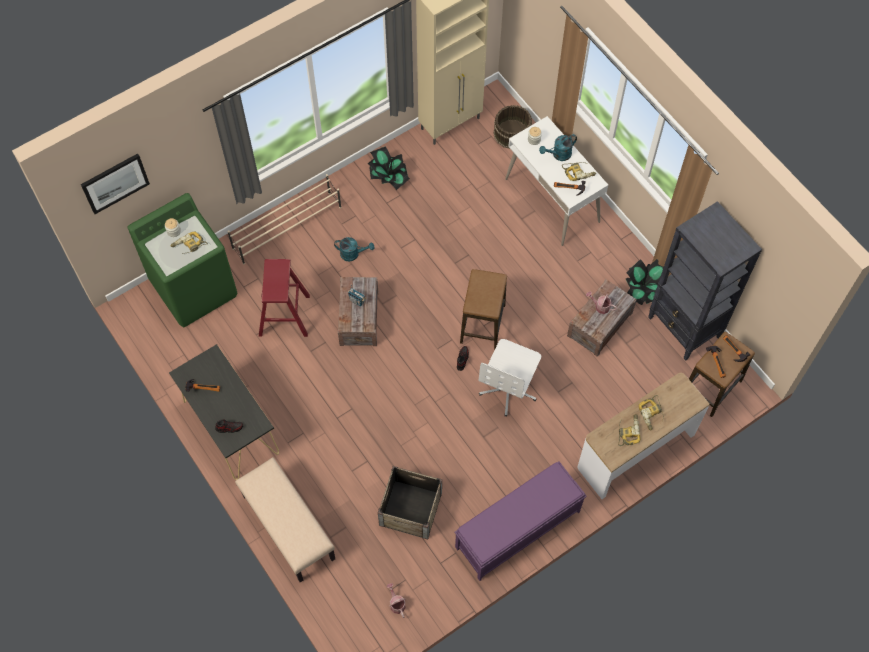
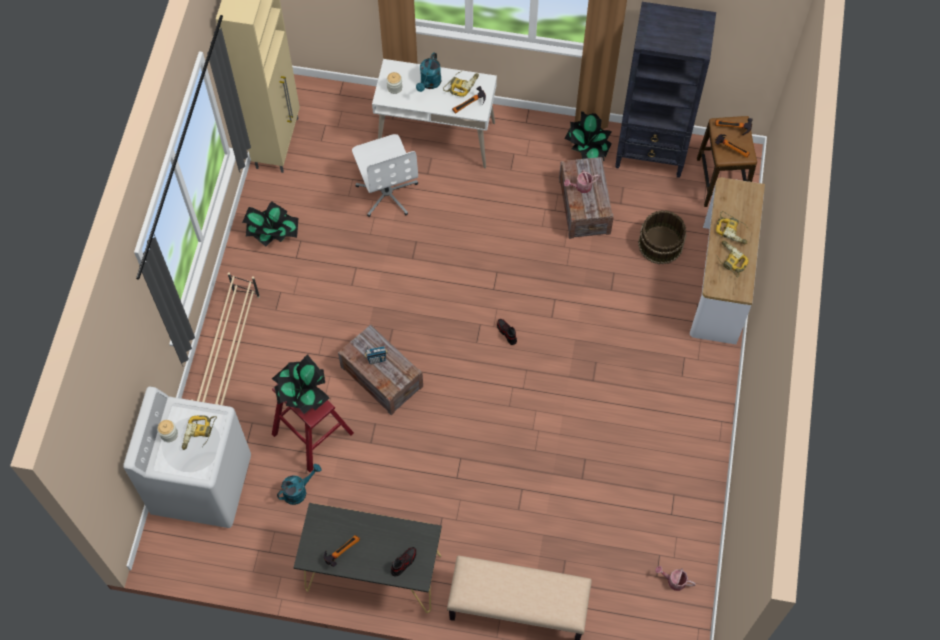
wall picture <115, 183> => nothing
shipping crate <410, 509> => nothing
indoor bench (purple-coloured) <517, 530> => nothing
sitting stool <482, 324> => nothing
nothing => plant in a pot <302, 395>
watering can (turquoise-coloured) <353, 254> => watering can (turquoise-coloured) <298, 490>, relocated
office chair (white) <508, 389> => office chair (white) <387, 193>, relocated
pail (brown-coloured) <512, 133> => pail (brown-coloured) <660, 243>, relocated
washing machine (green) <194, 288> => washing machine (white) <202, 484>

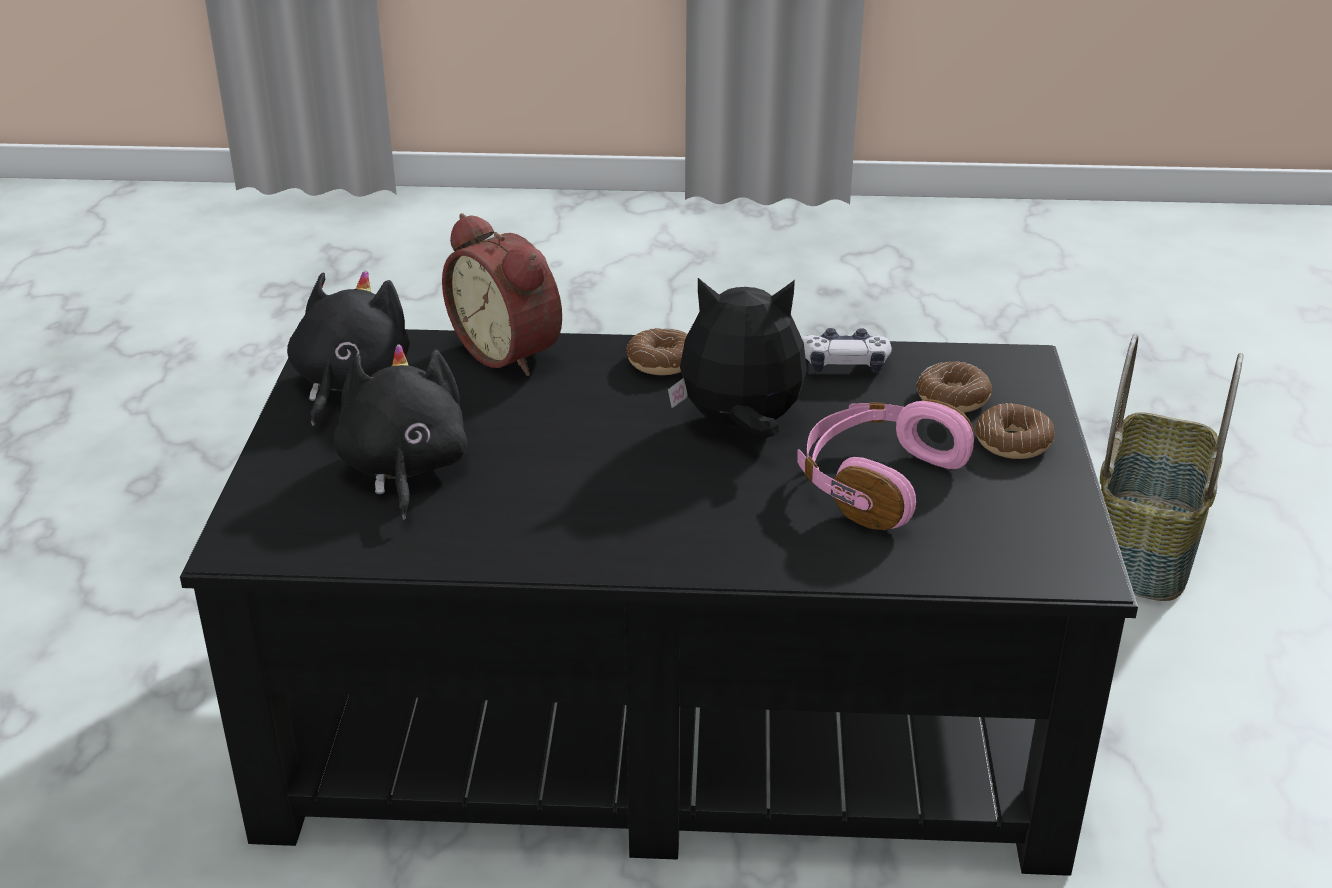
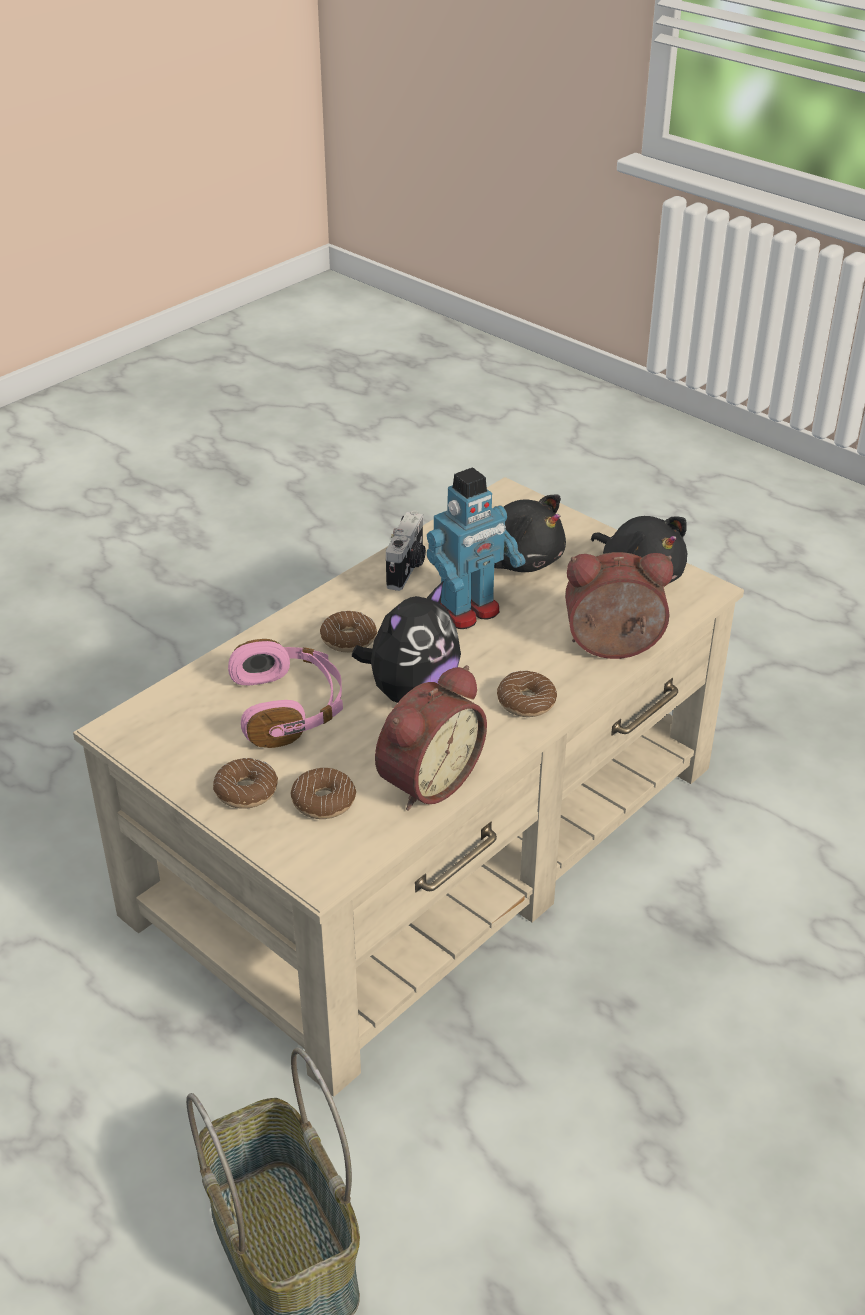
nothing => ring doughnut <348, 639>
nothing => still camera <407, 569>
nothing => toy robot <469, 611>
gamepad <843, 364> => table clock <426, 780>
low table (blackish) <662, 704> => low table (beige-coloured) <433, 838>

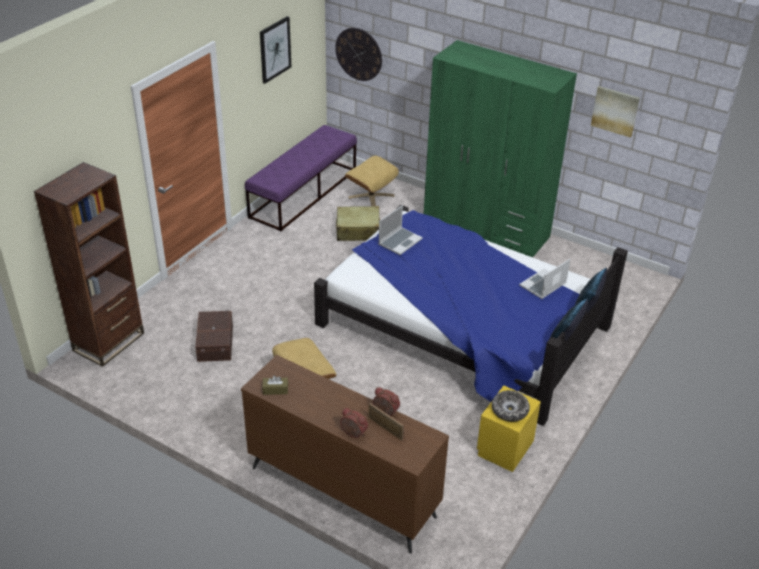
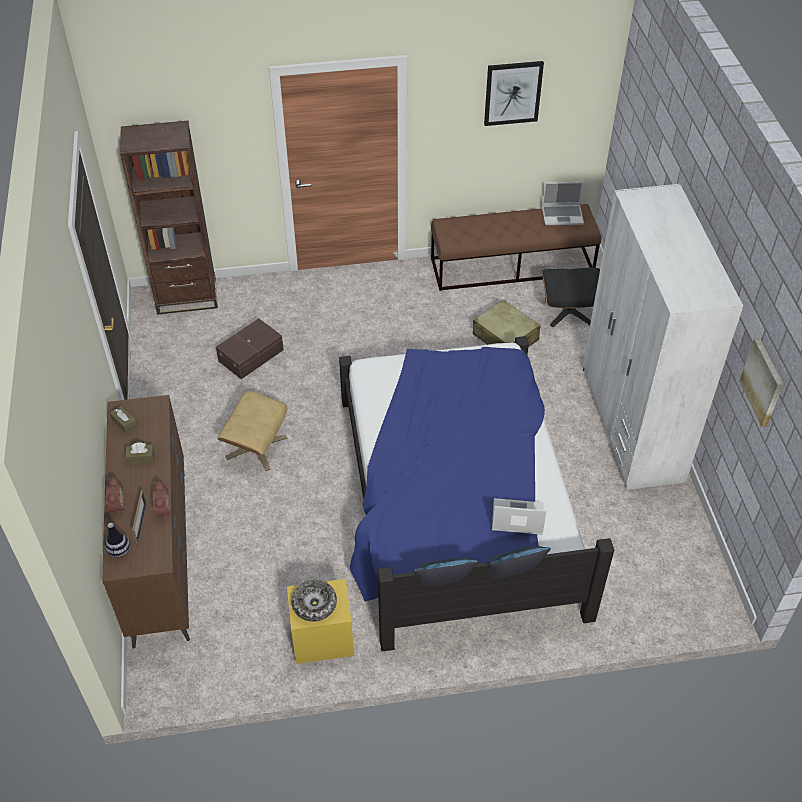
wall clock <359, 54> => nothing
nothing => flower vase <119, 551>
nothing => tissue holder (brown-coloured) <141, 457>
notebook computer <400, 241> => notebook computer <562, 215>, relocated
indoor bench (purple-coloured) <304, 193> => indoor bench (brown-coloured) <512, 266>
pouffe (beige-coloured) <371, 196> => pouffe (blackish) <569, 311>
wardrobe (green) <486, 228> => wardrobe (white) <631, 424>

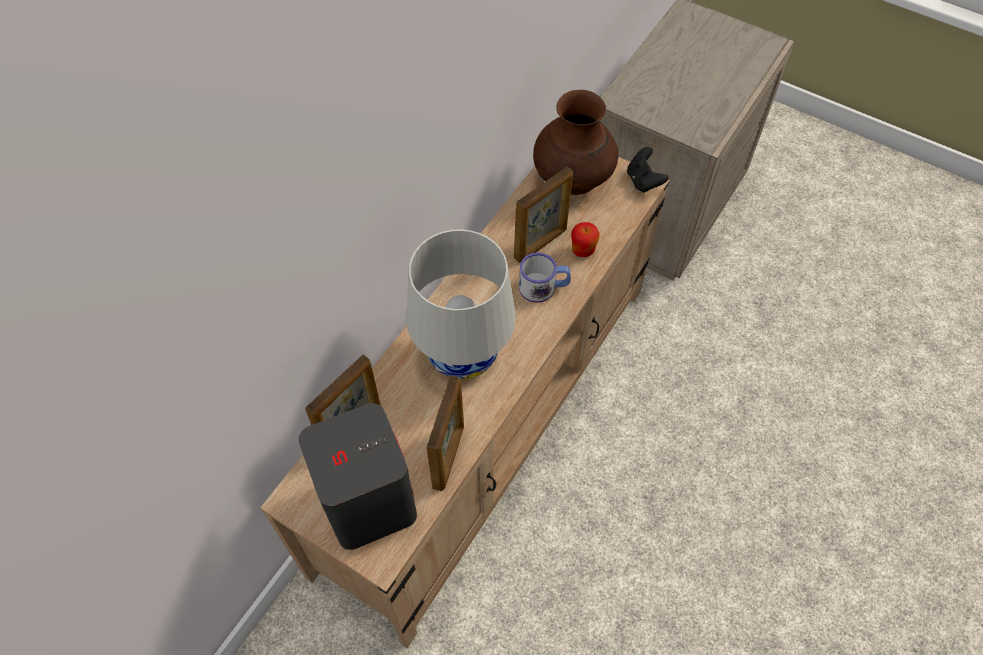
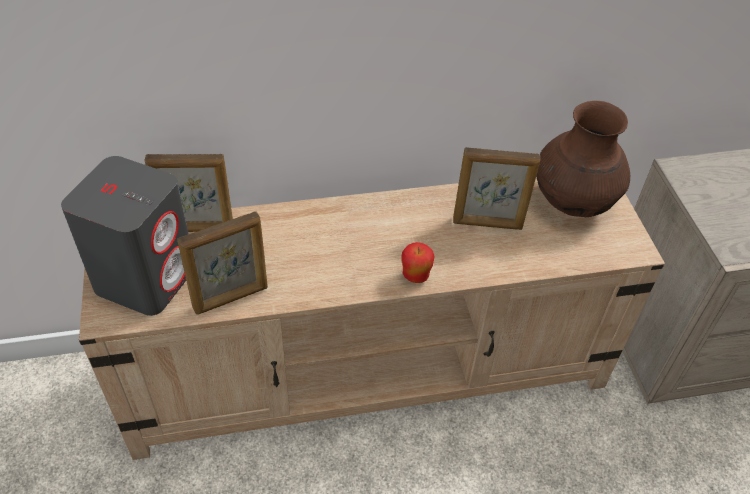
table lamp (white) <463, 355> => nothing
tea mug <544, 287> => nothing
gamepad (blackish) <643, 181> => nothing
whole apple <582, 251> => whole apple <415, 276>, relocated

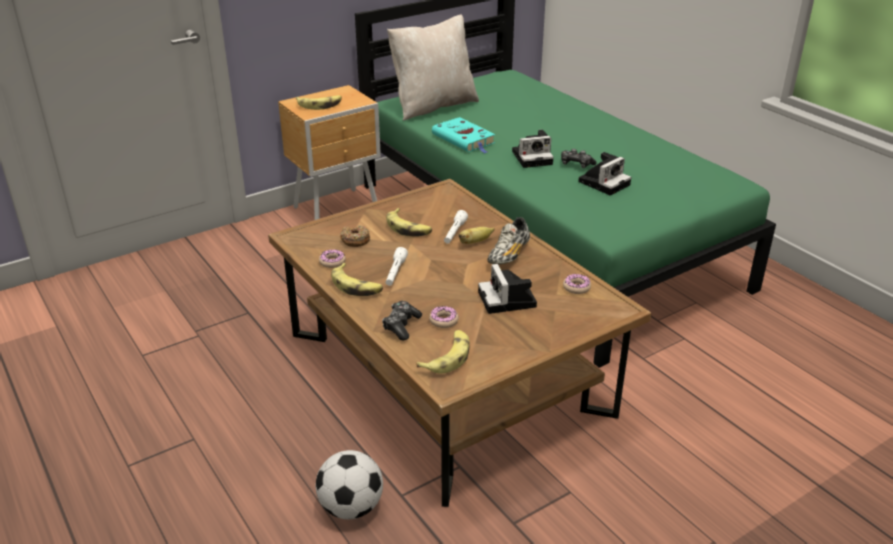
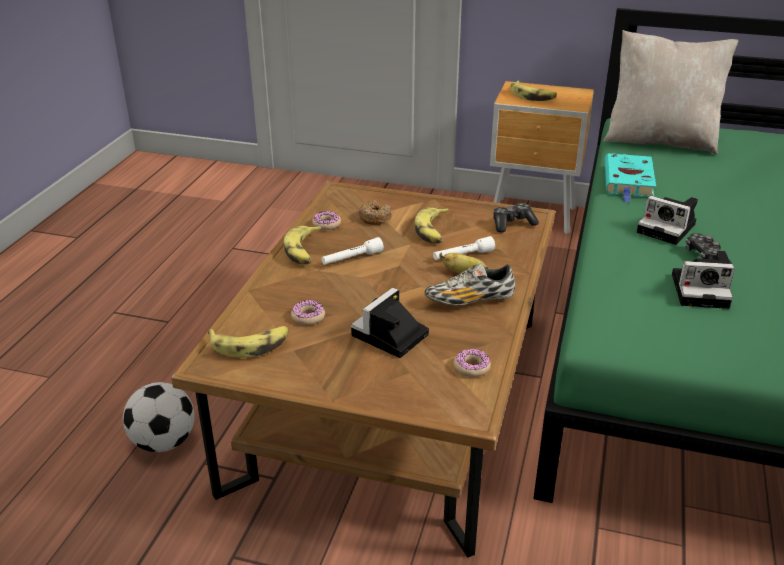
gamepad <401, 326> => gamepad <512, 223>, relocated

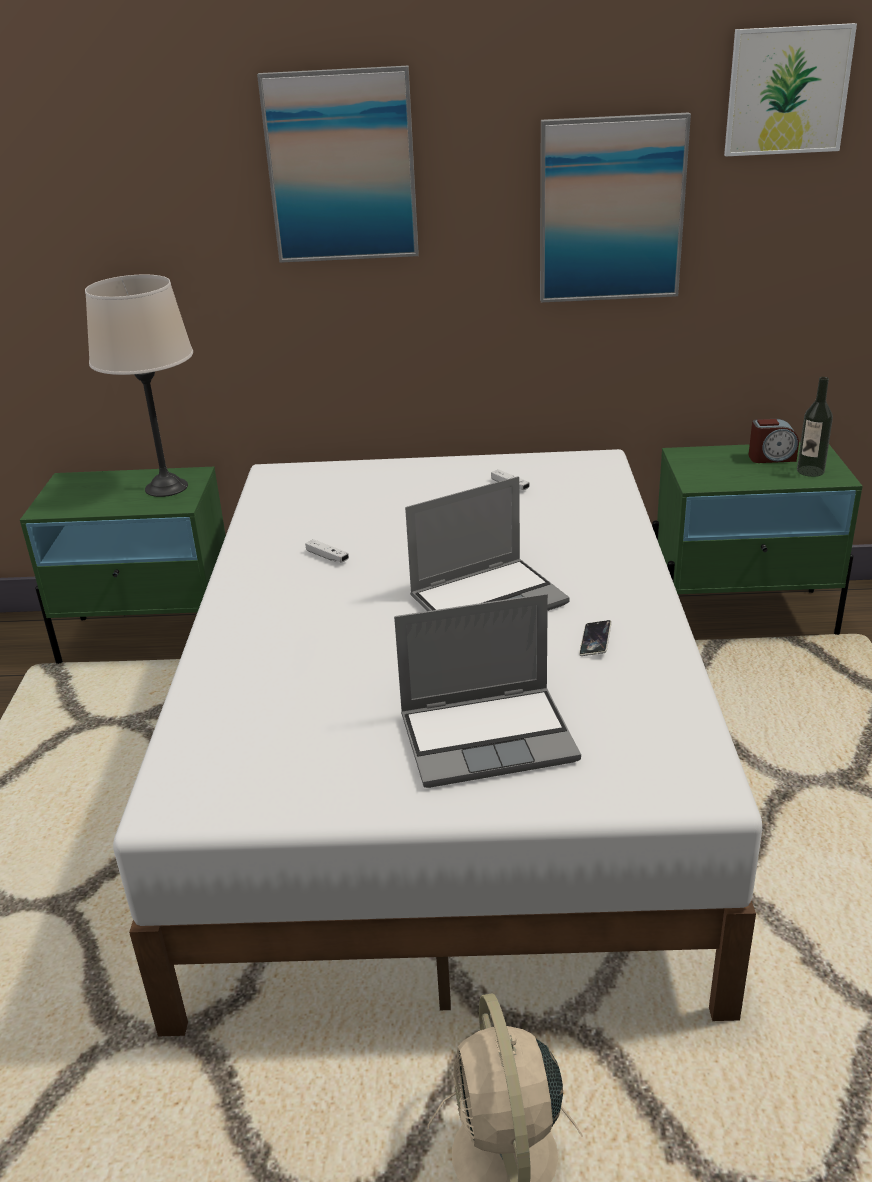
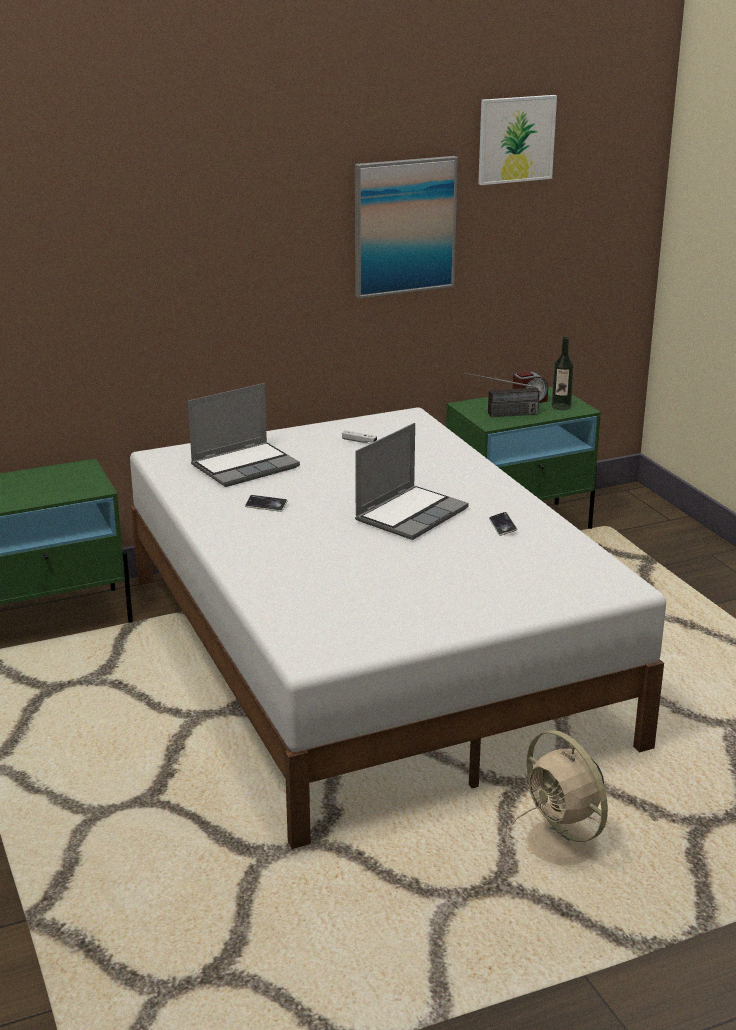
table lamp (beige-coloured) <166, 488> => nothing
wall picture <341, 166> => nothing
nothing => radio receiver <500, 415>
notebook computer <489, 737> => notebook computer <245, 466>, relocated
gamepad (white) <327, 557> => handset <266, 506>

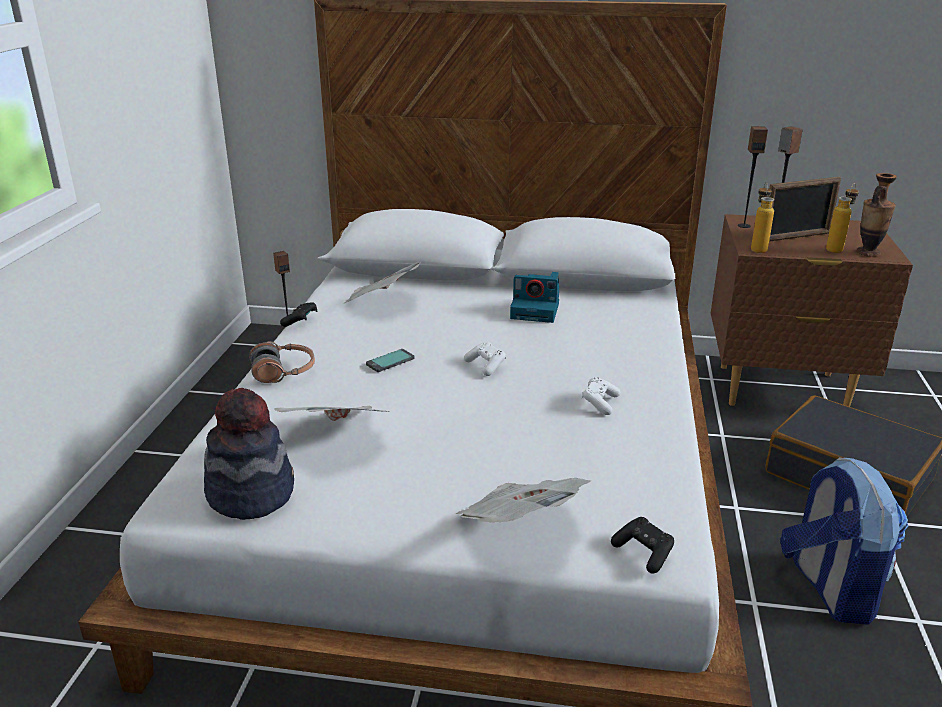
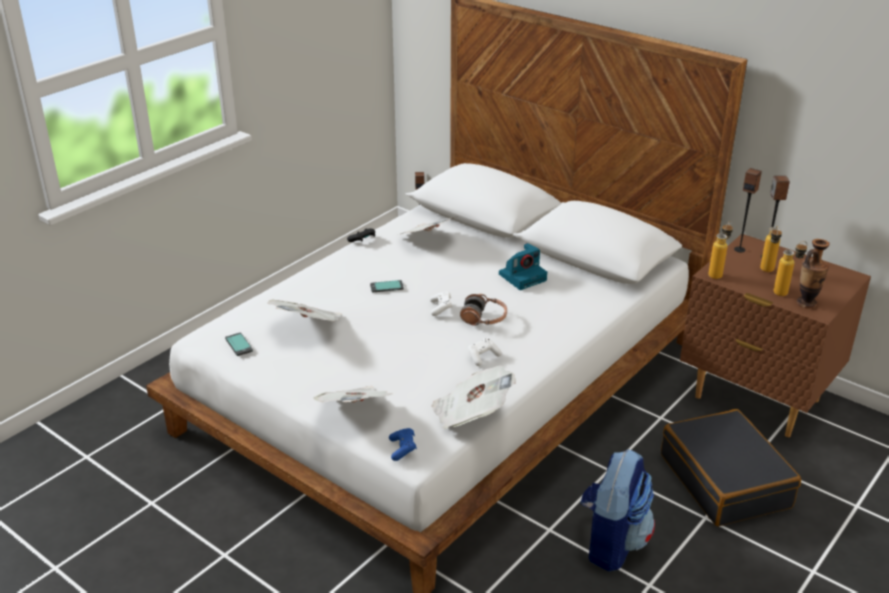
nothing => printed paper <471, 414>
pair of headphones <283, 372> => pair of headphones <484, 318>, relocated
wearable hat <251, 493> => handset <239, 345>
standing frame <796, 237> => beverage bottle <767, 272>
gamepad (blackish) <644, 552> => gamepad (bluish) <403, 449>
still camera <536, 311> => still camera <523, 277>, 75 degrees counterclockwise

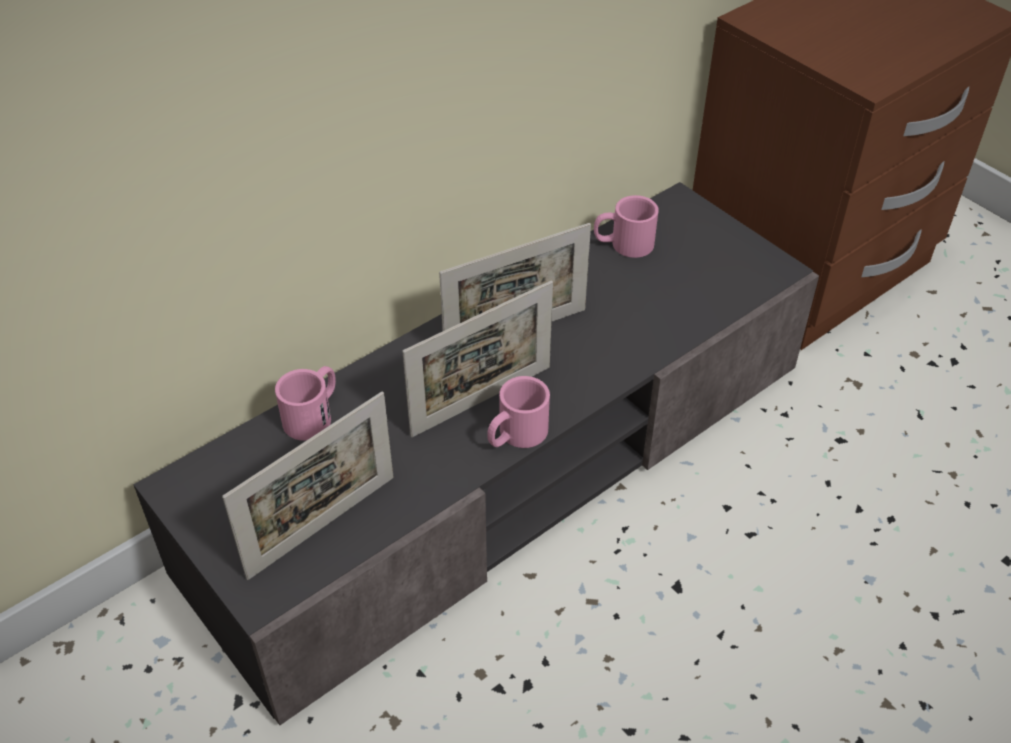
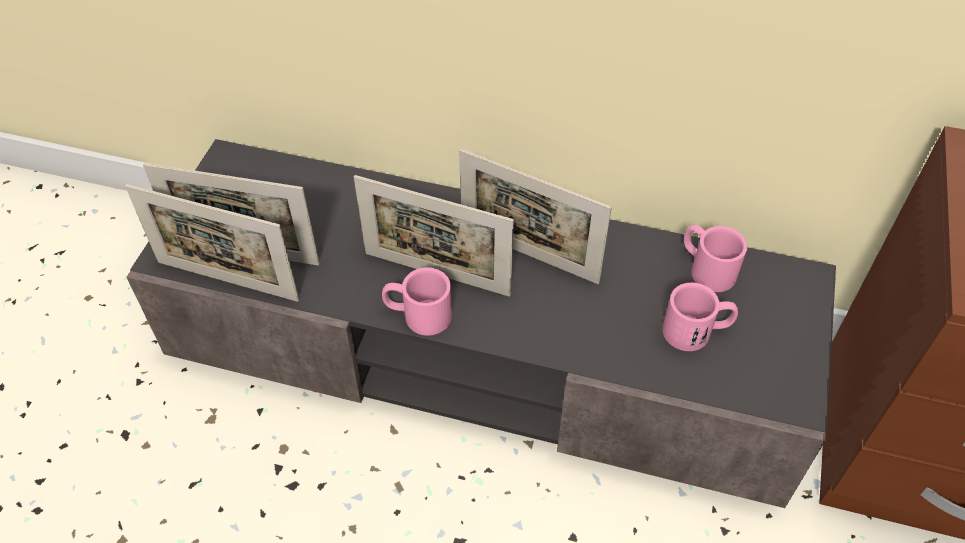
nothing => standing frame <227, 281>
tea mug (pink-coloured) <314, 414> => tea mug (pink-coloured) <697, 331>, relocated

